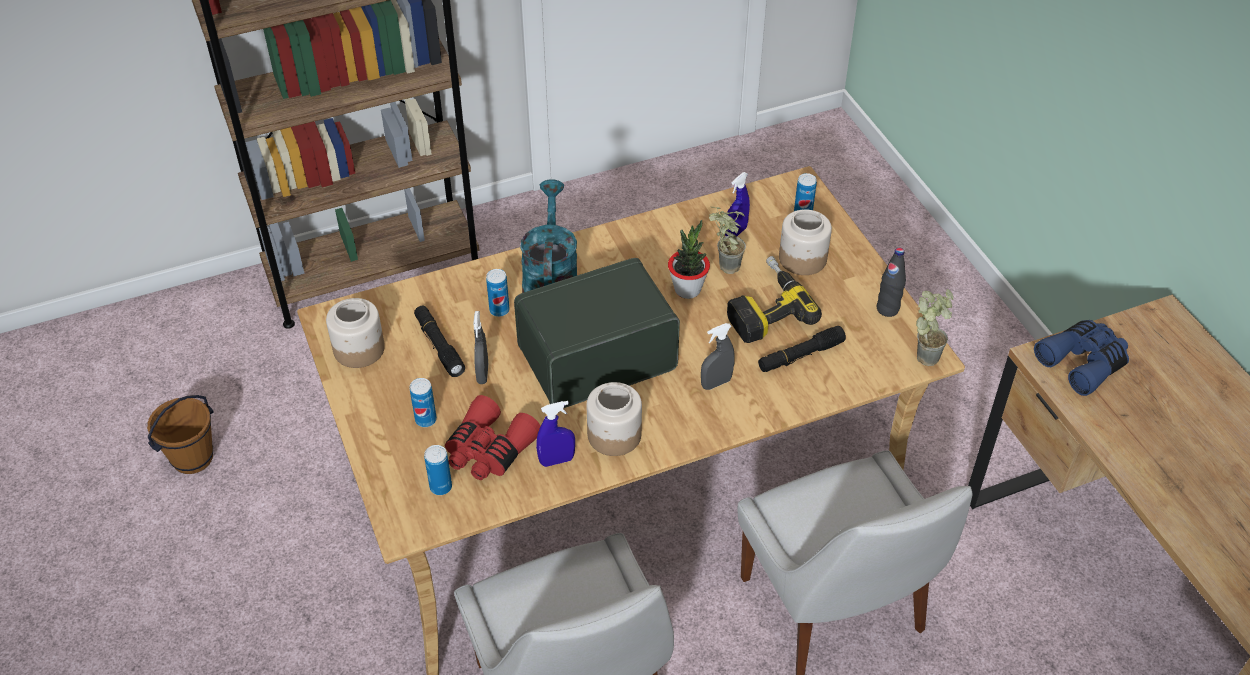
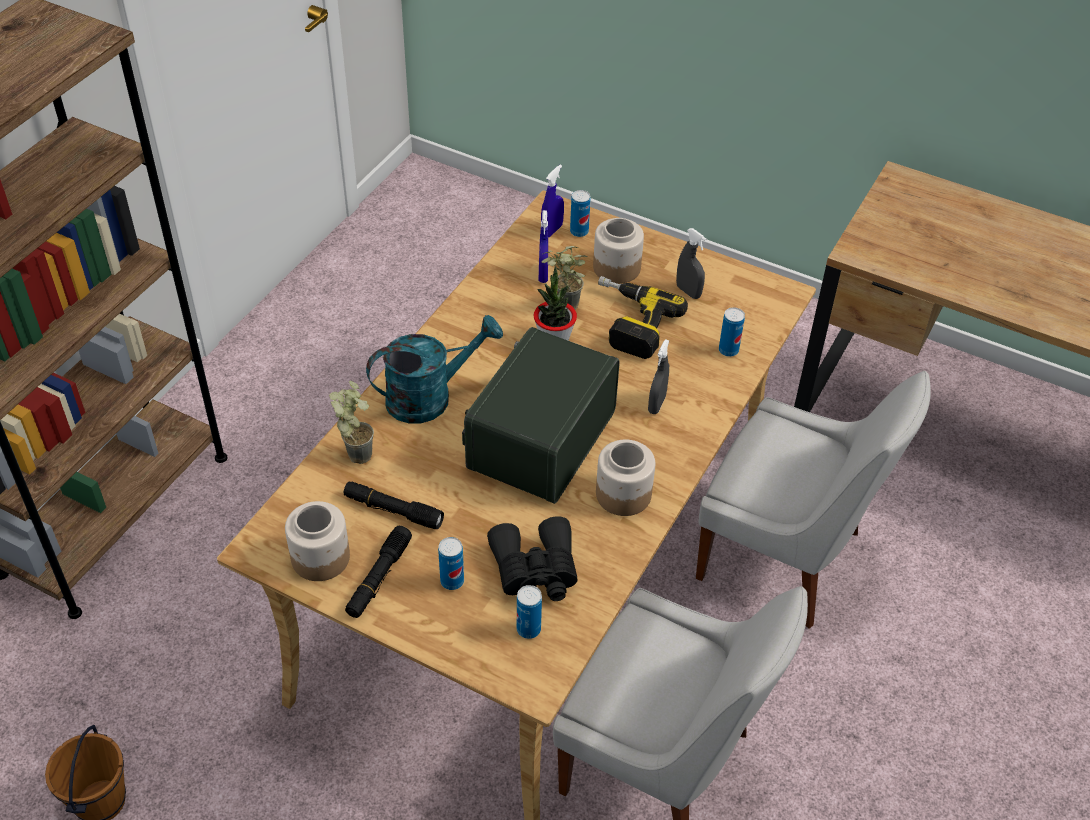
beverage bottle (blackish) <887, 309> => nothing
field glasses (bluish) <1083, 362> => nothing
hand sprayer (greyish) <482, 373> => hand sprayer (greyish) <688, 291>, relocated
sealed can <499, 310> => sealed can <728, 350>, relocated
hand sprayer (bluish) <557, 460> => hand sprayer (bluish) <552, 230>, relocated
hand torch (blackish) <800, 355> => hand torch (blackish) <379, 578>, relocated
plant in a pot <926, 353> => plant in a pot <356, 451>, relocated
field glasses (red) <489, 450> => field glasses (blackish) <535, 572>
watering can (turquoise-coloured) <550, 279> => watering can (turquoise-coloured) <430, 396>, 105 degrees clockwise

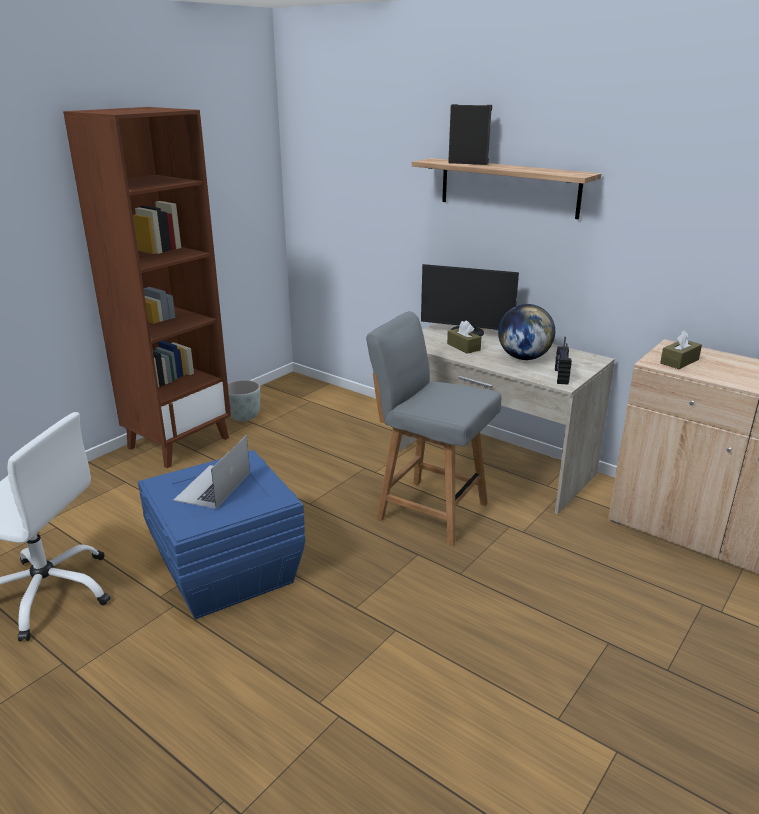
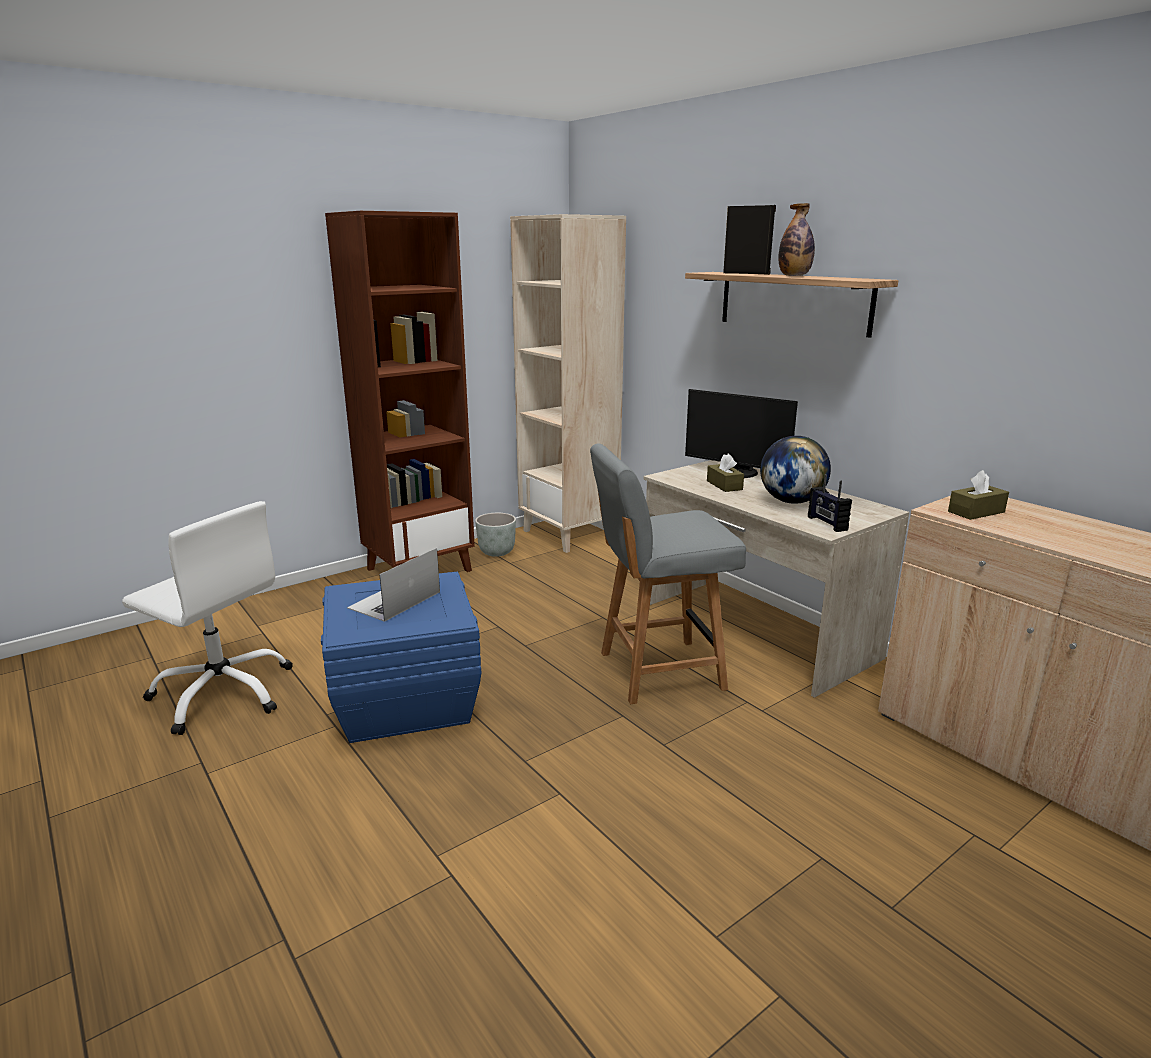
nothing => bookcase (beige-coloured) <569, 534>
nothing => beverage bottle <794, 276>
plain chair (greyish) <430, 510> => plain chair (greyish) <658, 671>, 60 degrees counterclockwise
radio receiver <560, 376> => radio receiver <826, 523>, 45 degrees counterclockwise

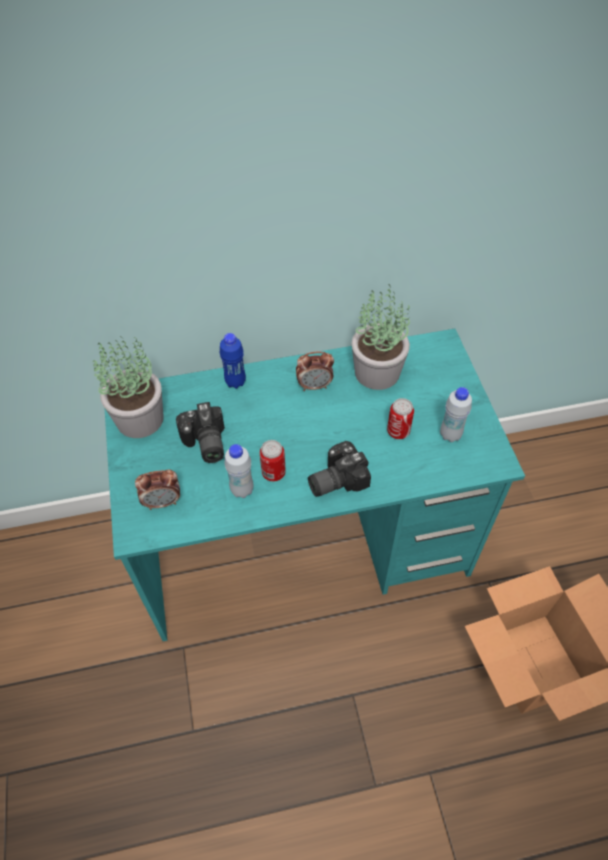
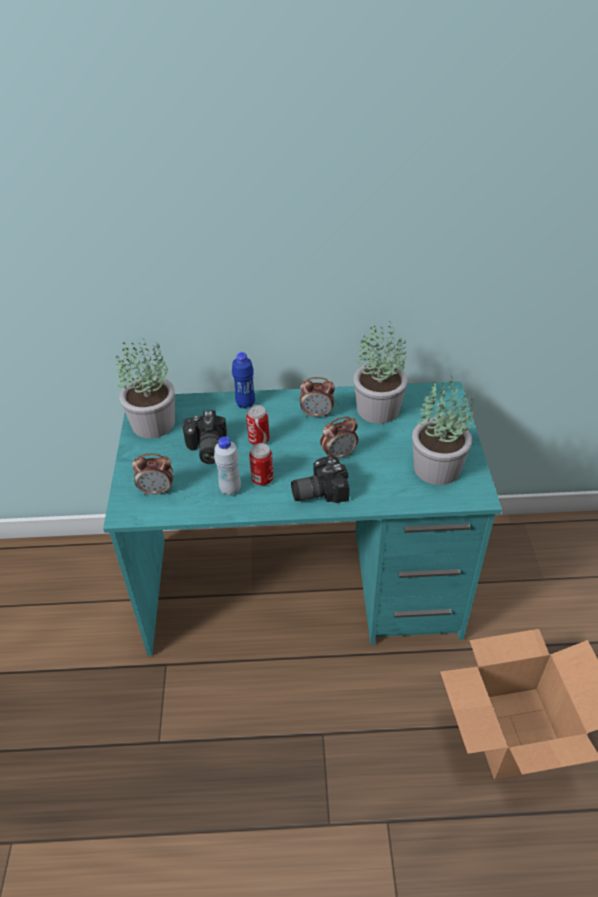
nothing => table clock <339, 455>
sealed can <398, 431> => sealed can <259, 440>, relocated
beverage bottle (white) <450, 435> => plant in a pot <436, 467>

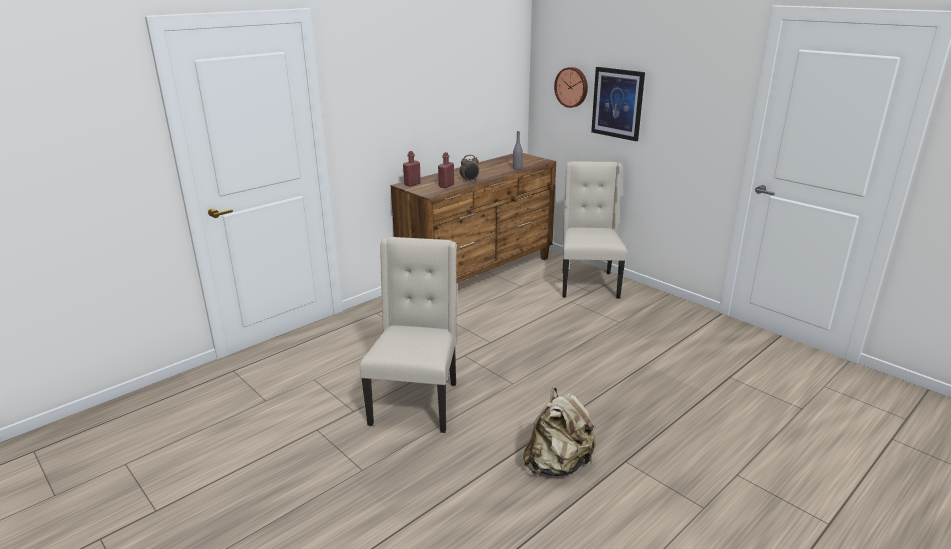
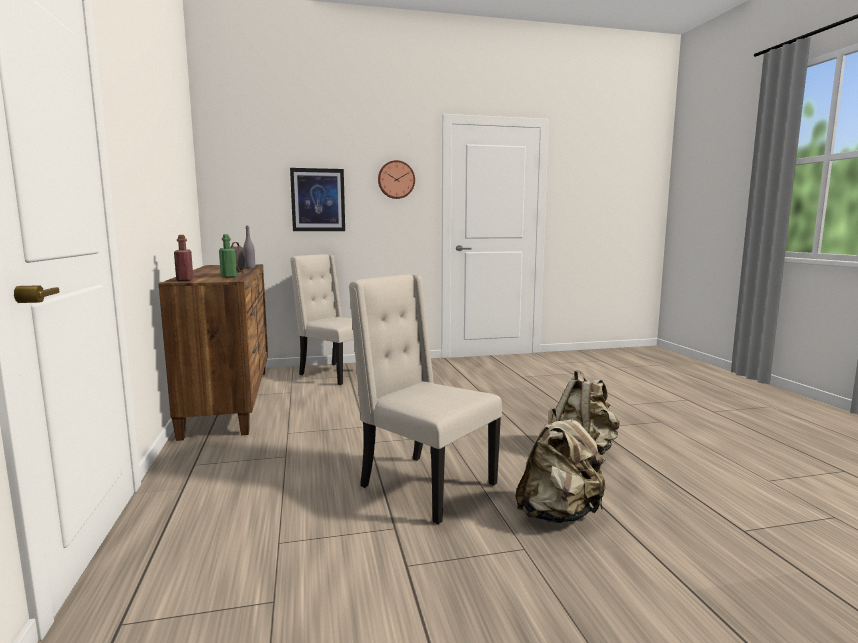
nothing => rucksack (beige-coloured) <558, 514>
wall clock <572, 87> => wall clock <396, 179>, relocated
beverage bottle (red) <446, 186> => beverage bottle (green) <228, 277>

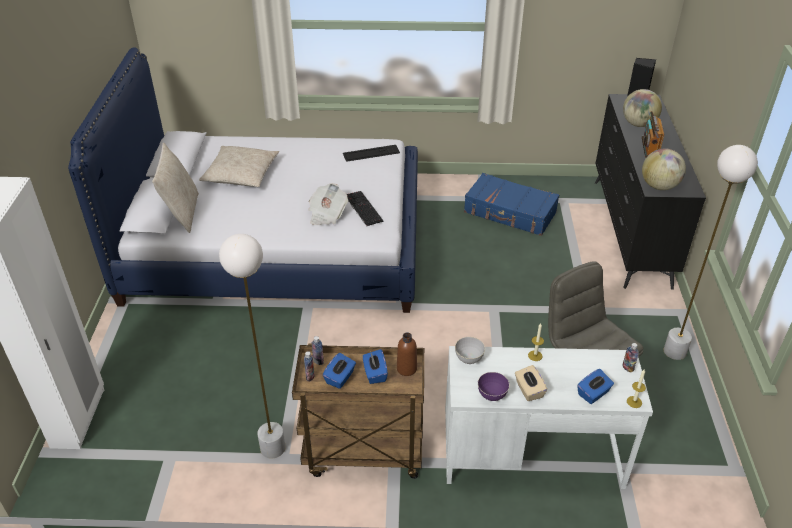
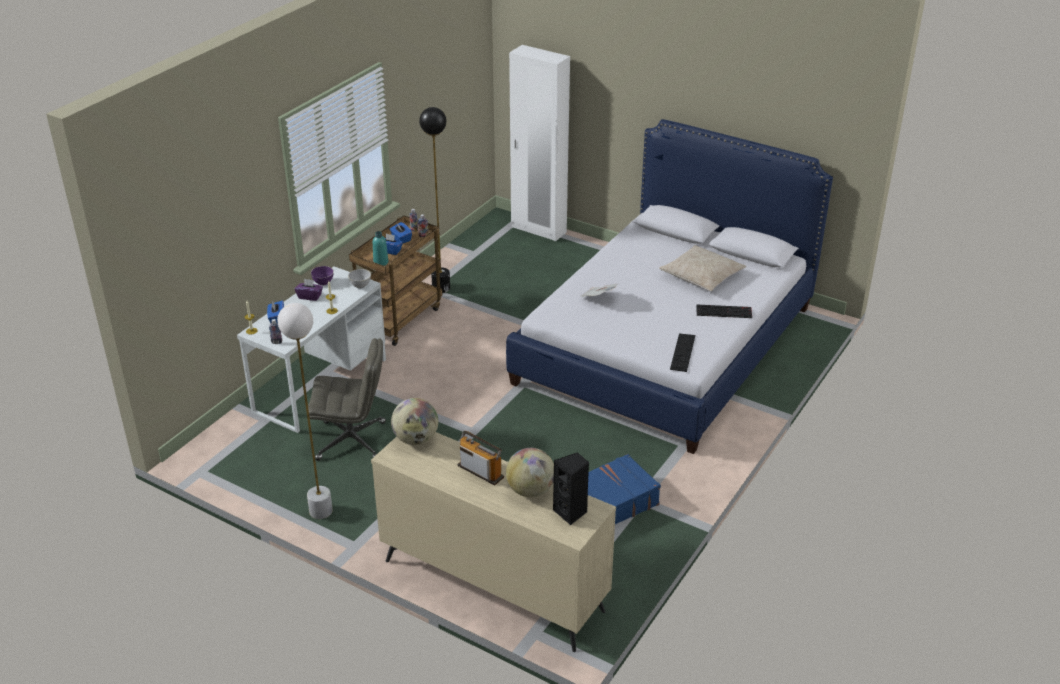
throw pillow (beige-coloured) <182, 213> => nothing
PC keyboard <362, 208> => PC keyboard <724, 311>, relocated
floor lamp (white) <273, 448> => floor lamp (blackish) <441, 288>
beverage bottle (brown-coloured) <406, 368> => beverage bottle (turquoise-coloured) <381, 262>
tissue holder (beige-coloured) <528, 390> => tissue holder (purple-coloured) <309, 296>
dresser (blackish) <630, 232> => dresser (beige-coloured) <492, 584>

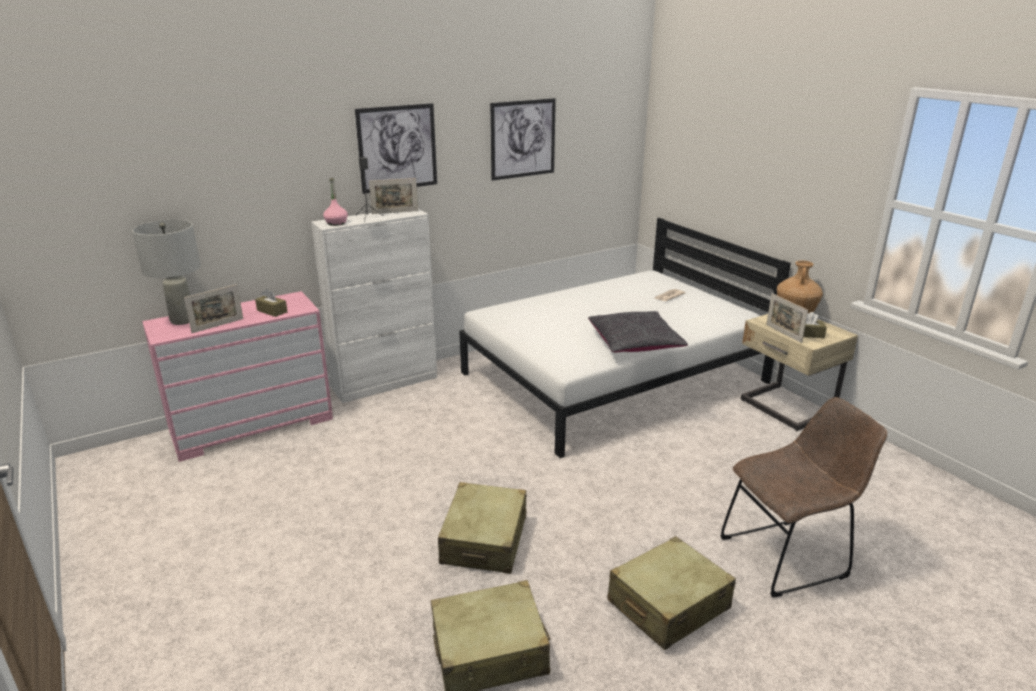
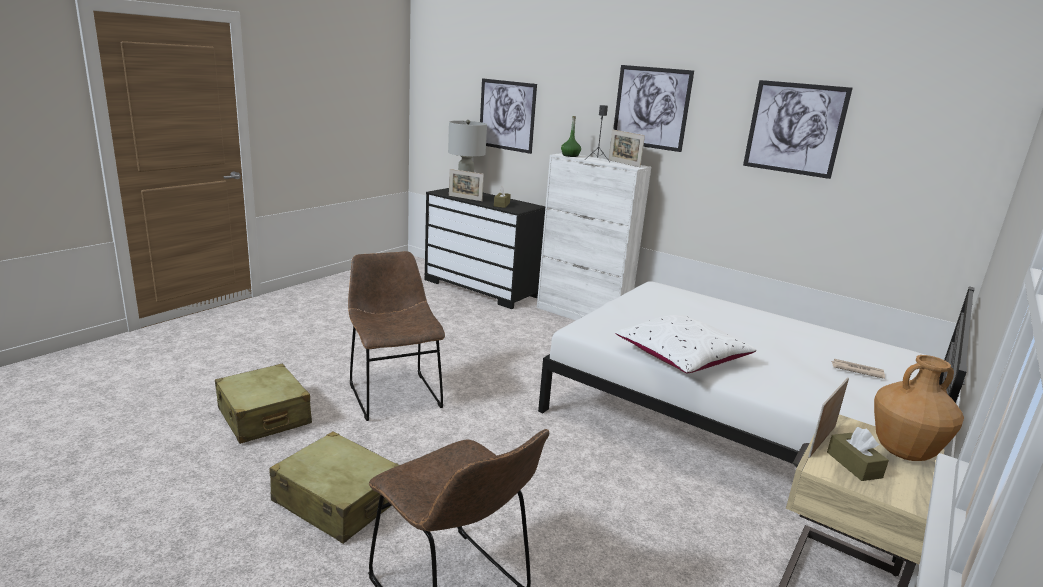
nothing => wall picture <507, 115>
suitcase (beige-coloured) <484, 540> => plain chair (brown-coloured) <393, 393>
dresser (pink-coloured) <252, 425> => dresser (blackish) <481, 288>
beverage bottle (pink-coloured) <336, 223> => beverage bottle (green) <570, 155>
throw pillow (blackish) <634, 344> => throw pillow (white) <682, 358>

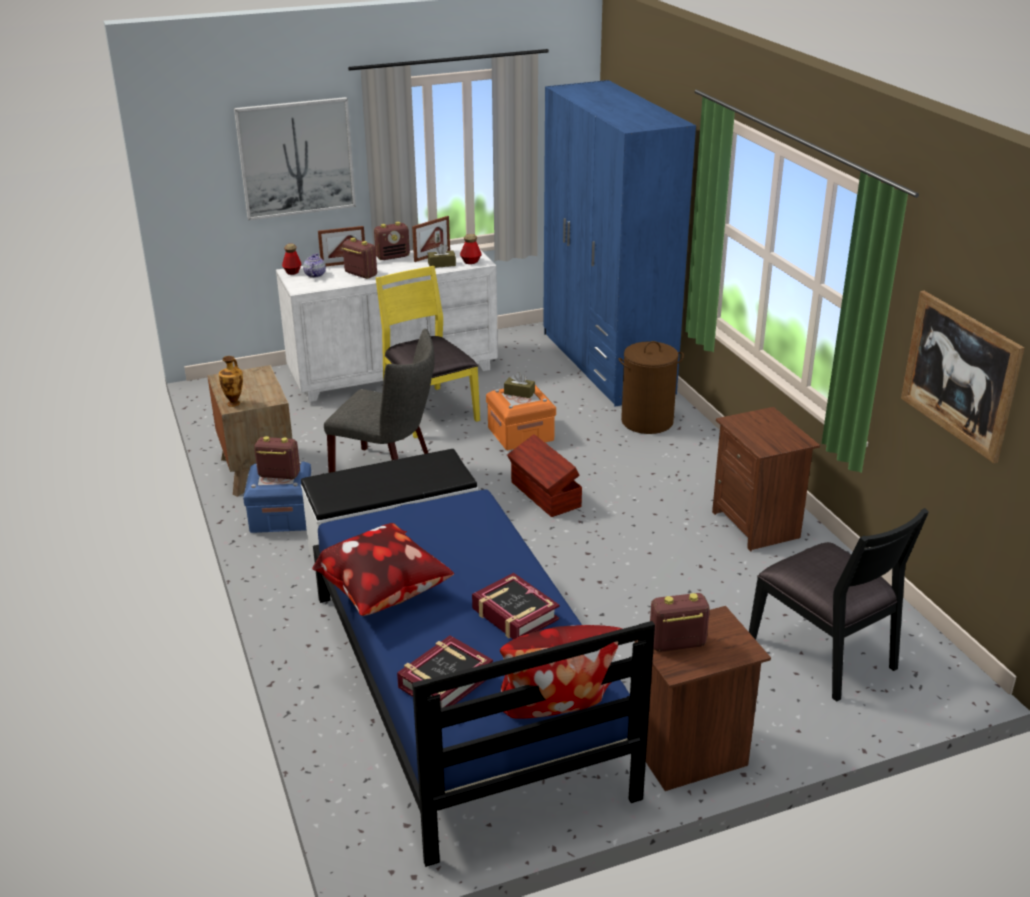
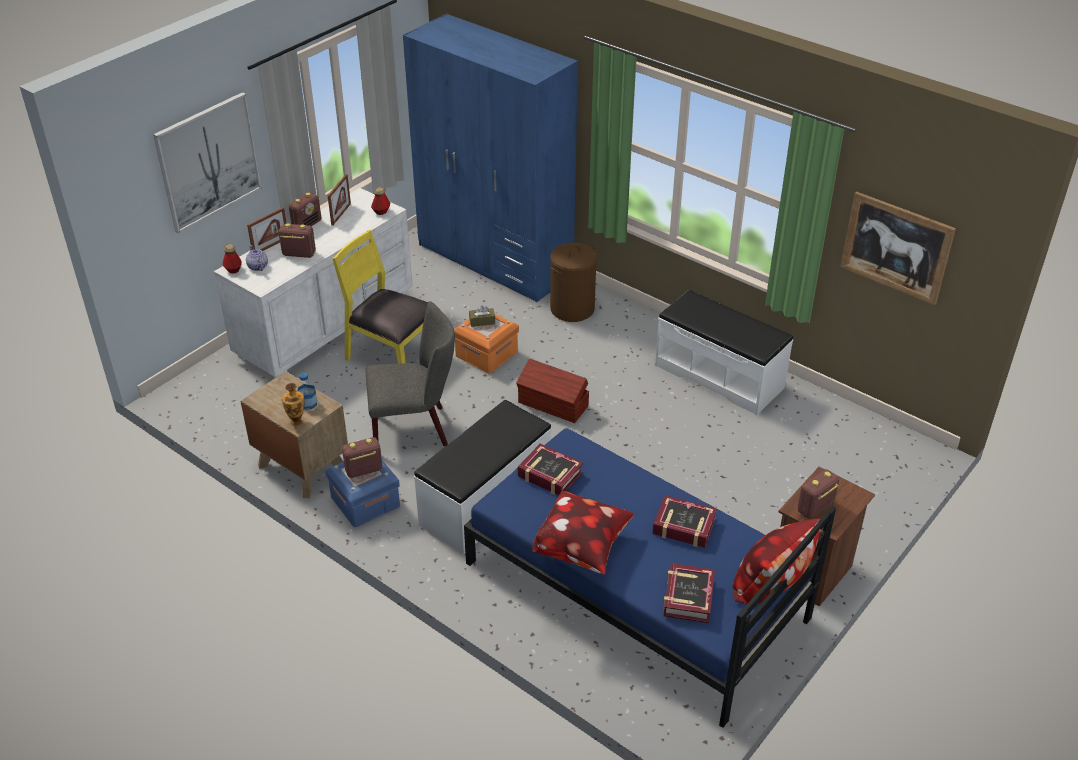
tissue holder (brown-coloured) <441, 264> => nothing
plain chair (blackish) <824, 652> => nothing
nothing => beverage bottle <308, 403>
nothing => book <550, 475>
night table (brown-coloured) <757, 525> => indoor bench (white) <719, 376>

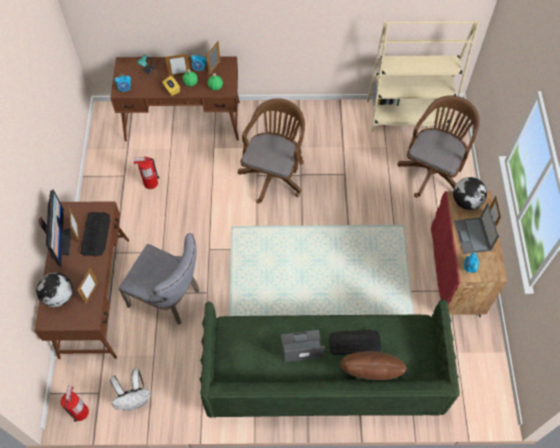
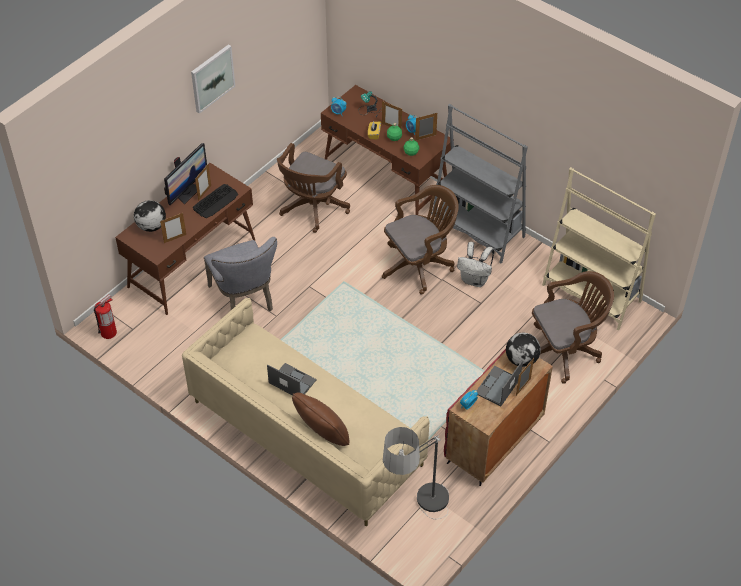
PC keyboard <354, 342> => nothing
nothing => wall picture <212, 78>
nothing => floor lamp <417, 517>
nothing => bookcase (greyish) <477, 229>
rucksack (white) <135, 399> => rucksack (white) <475, 280>, relocated
fire extinguisher <150, 183> => office chair (brown-coloured) <312, 209>
settee (green) <323, 374> => settee (beige-coloured) <306, 433>

